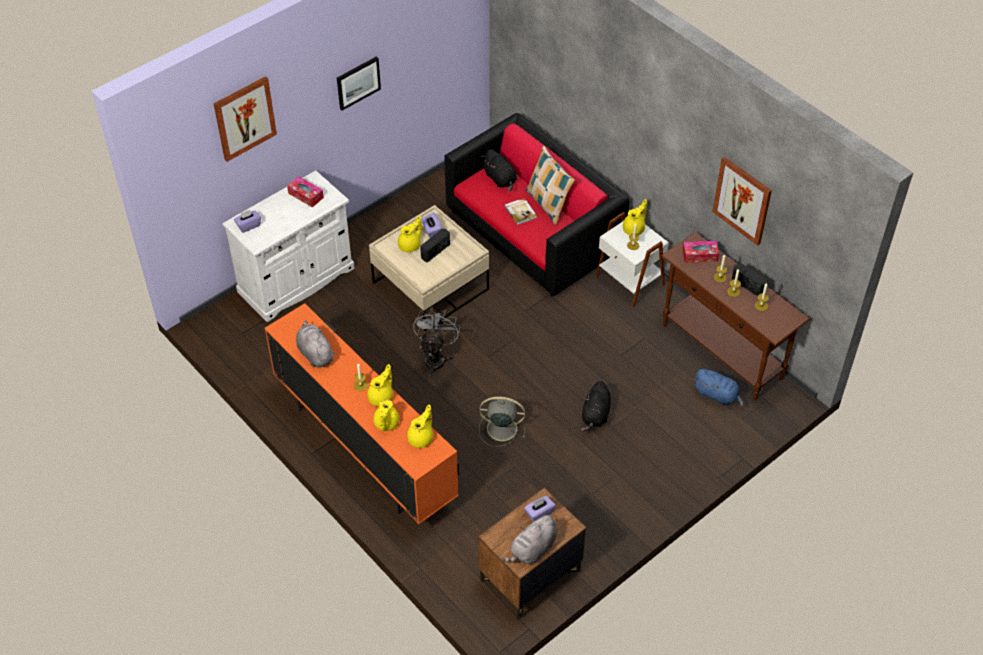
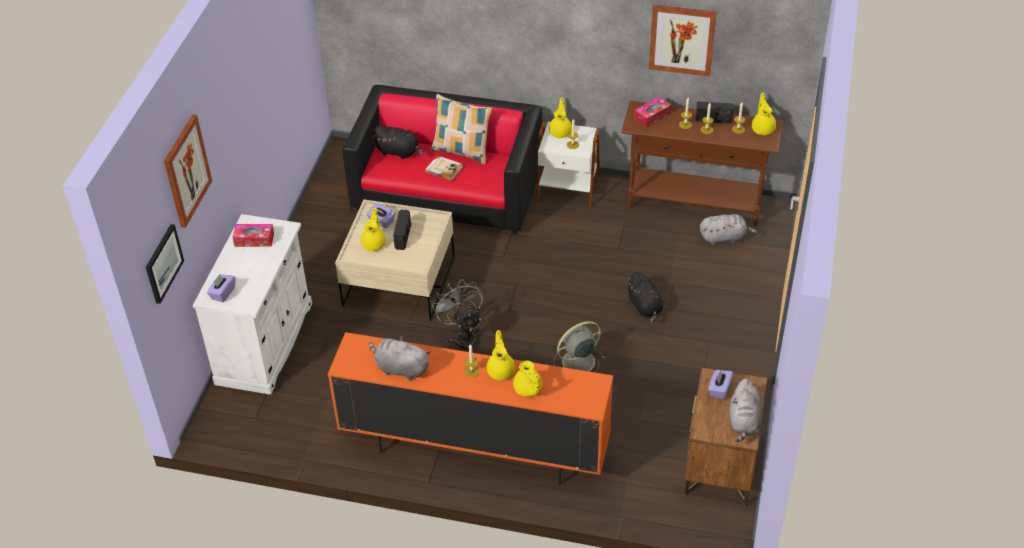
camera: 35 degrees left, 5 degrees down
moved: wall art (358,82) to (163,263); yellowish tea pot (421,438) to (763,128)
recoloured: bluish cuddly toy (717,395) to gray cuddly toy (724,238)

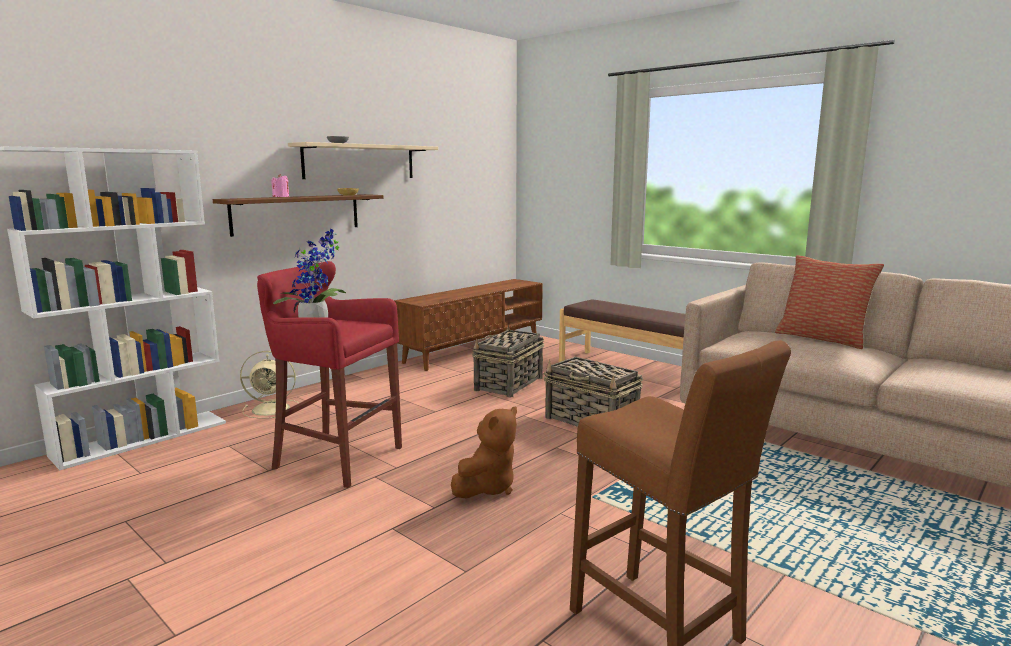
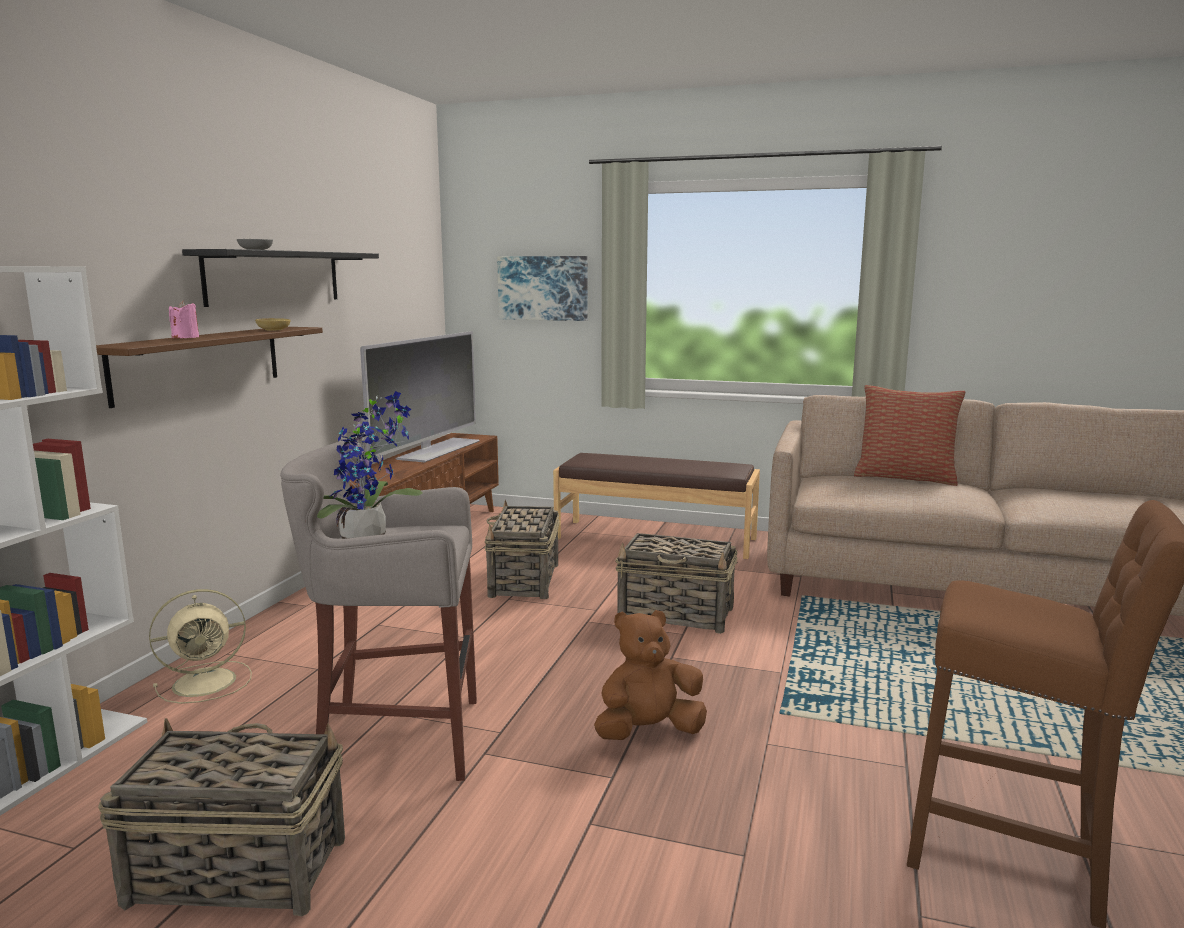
camera: 25 degrees left, 0 degrees up
added: household basket (235,870); TV set (437,450); wall art (543,288)
recoloured: beige bracket shelf (360,161) to black bracket shelf (275,277); reddish stool (335,458) to gray stool (395,739)
turned: brownish cuddly toy (487,487) = (648,732) 120 degrees counterclockwise

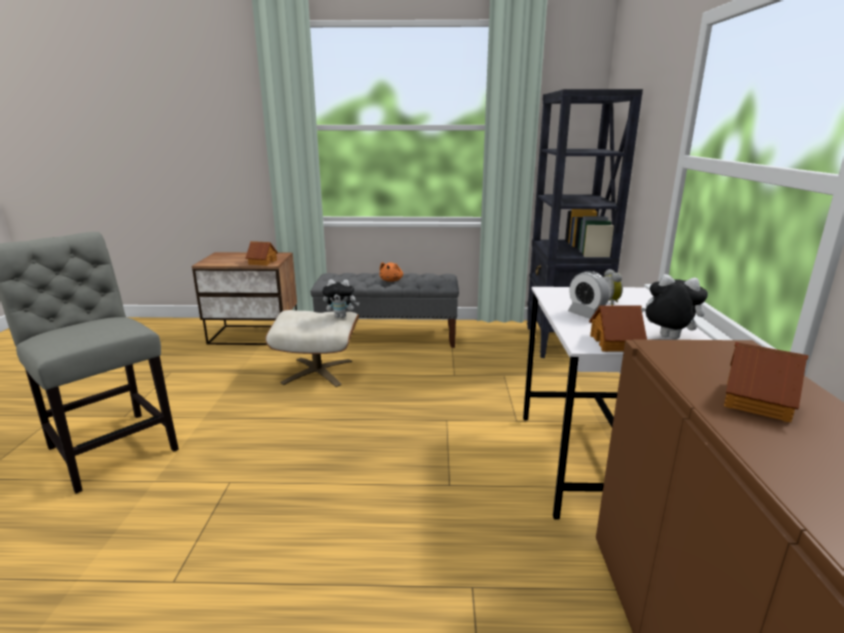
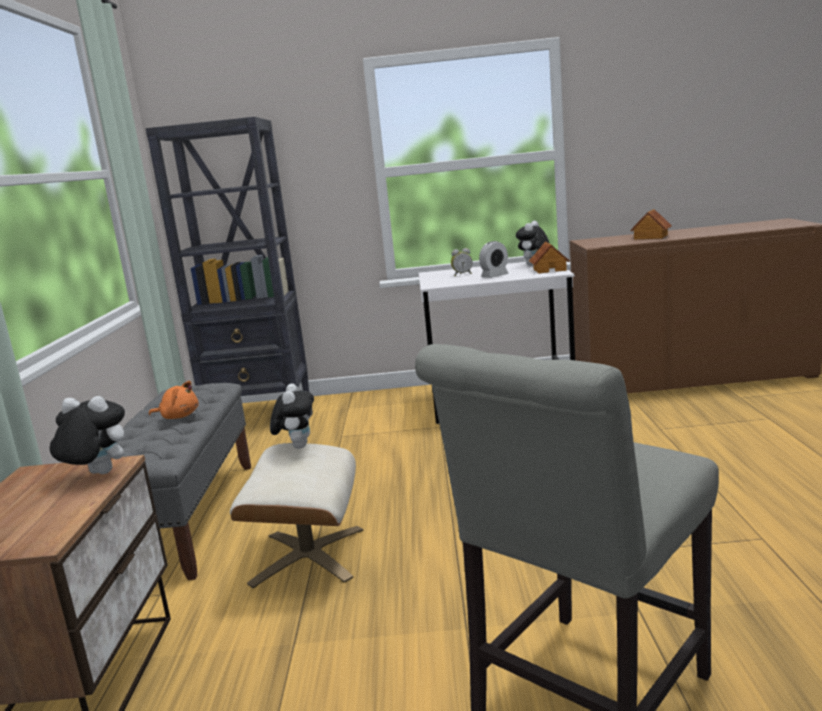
camera: 90 degrees left, 5 degrees down
replaced: model house (262,262) to cuddly toy (97,474)

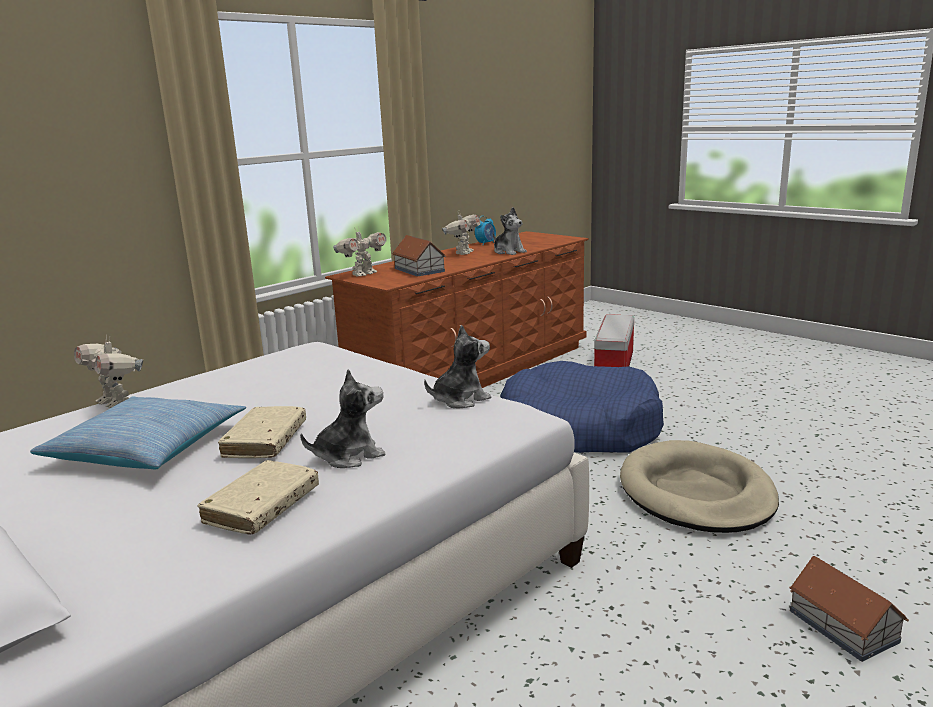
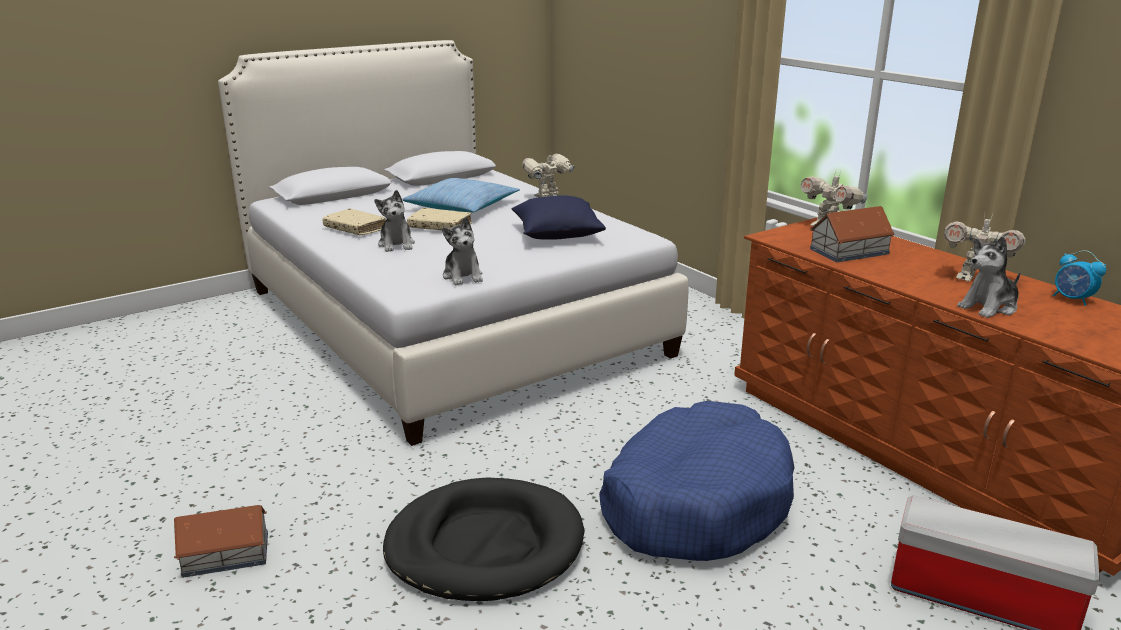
camera: 100 degrees right, 5 degrees up
added: bluish throw pillow (557,235)
recoloured: beige pet bed (696,493) to black pet bed (485,545)

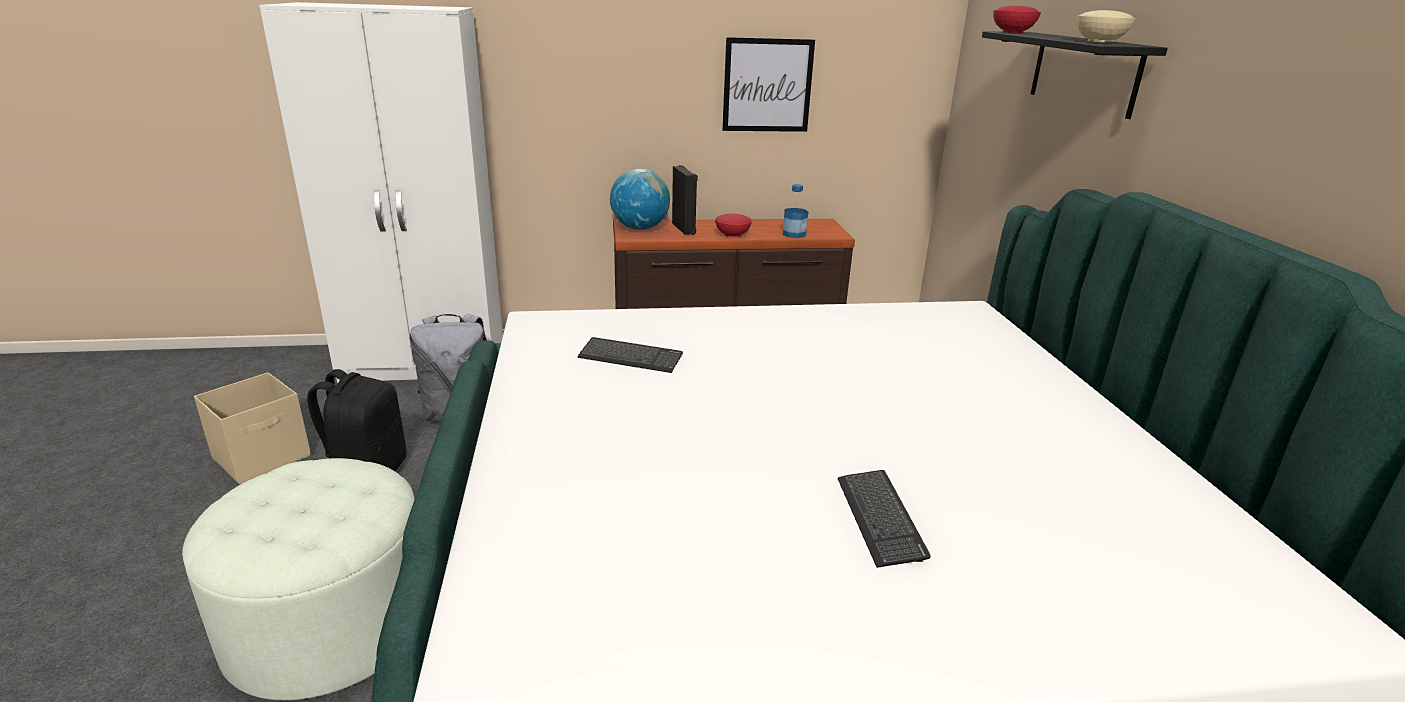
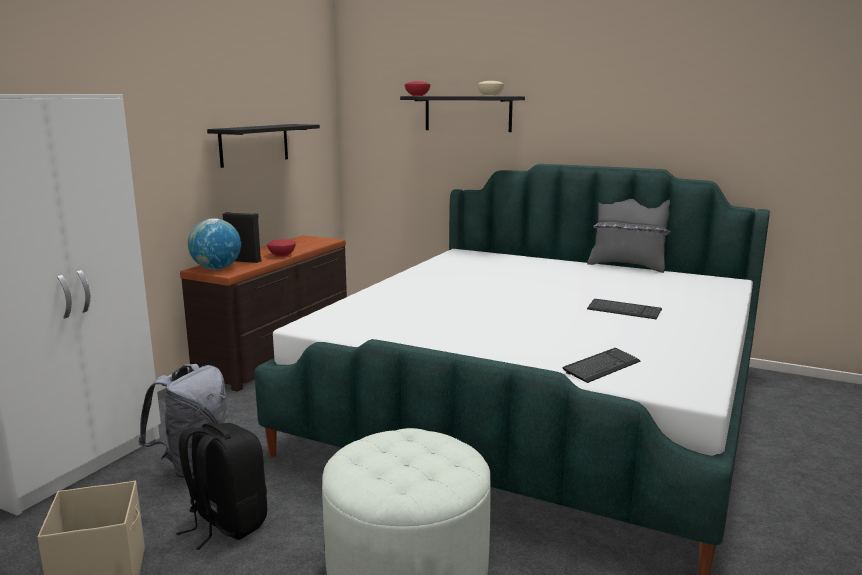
camera: 55 degrees left, 10 degrees down
removed: beverage bottle (794,234)
added: gray throw pillow (627,266)
moved: computer keyboard (630,357) to (601,367)
replaced: wall art (767,85) to black bracket shelf (254,144)

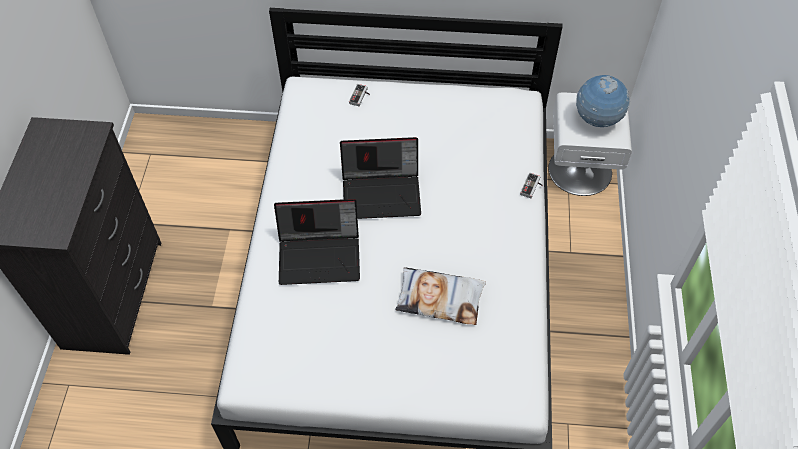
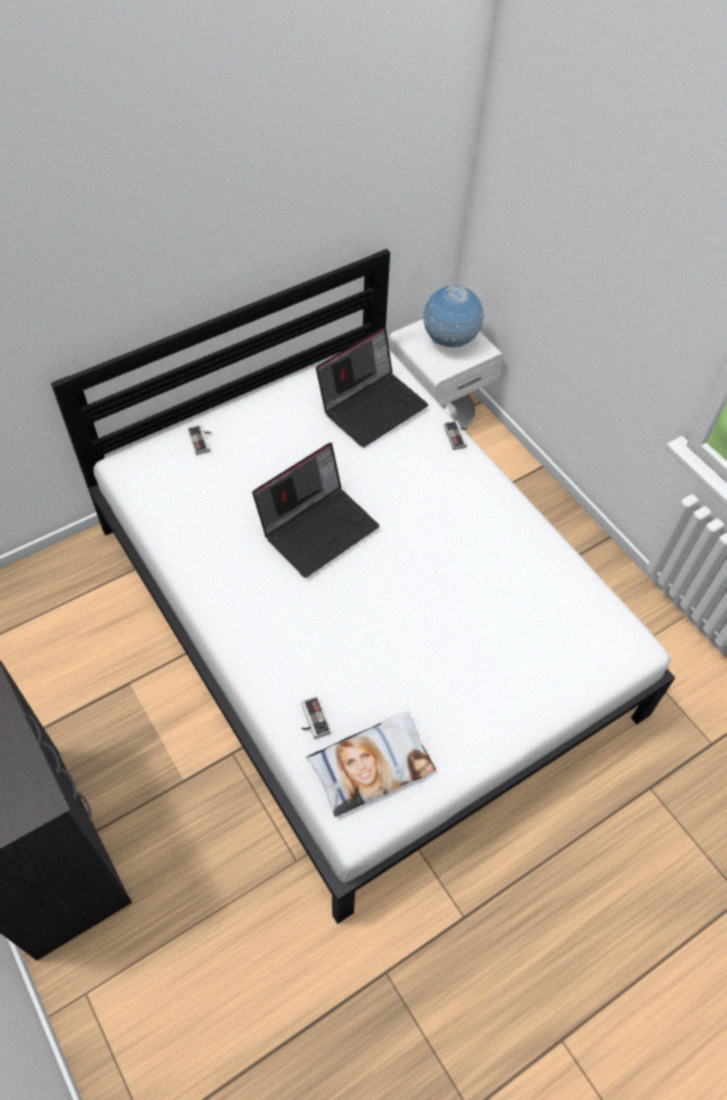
camera: 40 degrees left, 0 degrees up
added: joypad (311,720)
moved: throw pillow (440,298) to (371,765); portable computer (320,255) to (373,406)

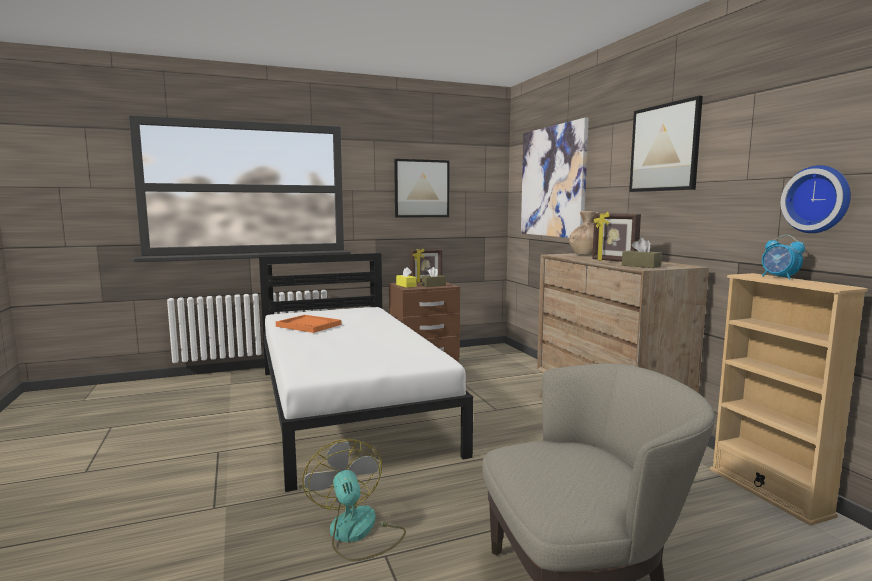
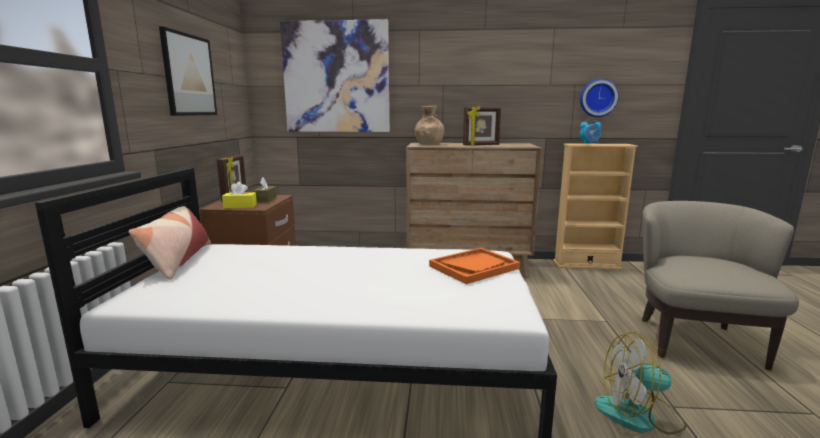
camera: 65 degrees left, 5 degrees up
removed: brownish box of tissues (641,266); wall art (664,148)
added: throw pillow (178,261)
moved: orange tray (309,325) to (474,267)

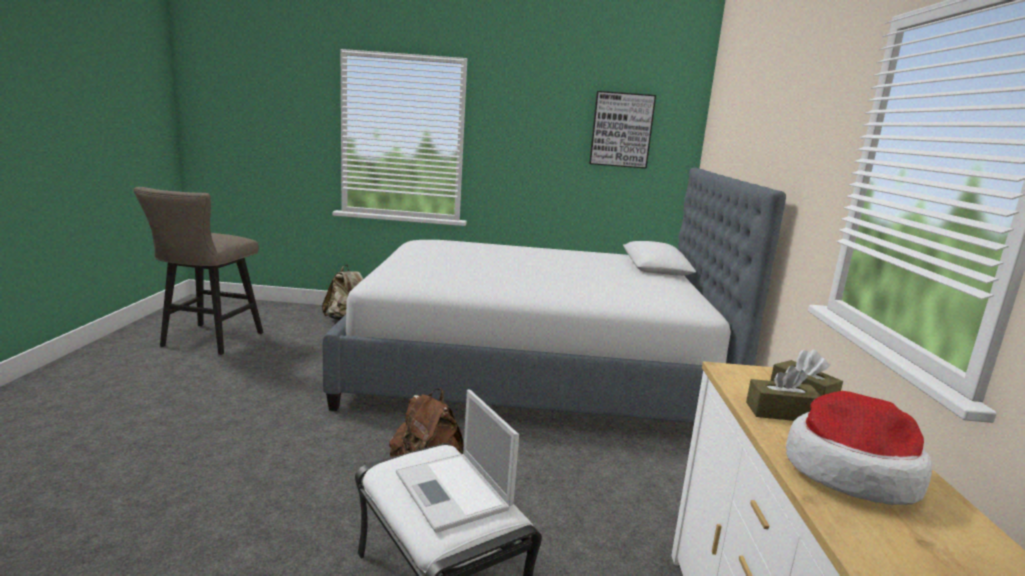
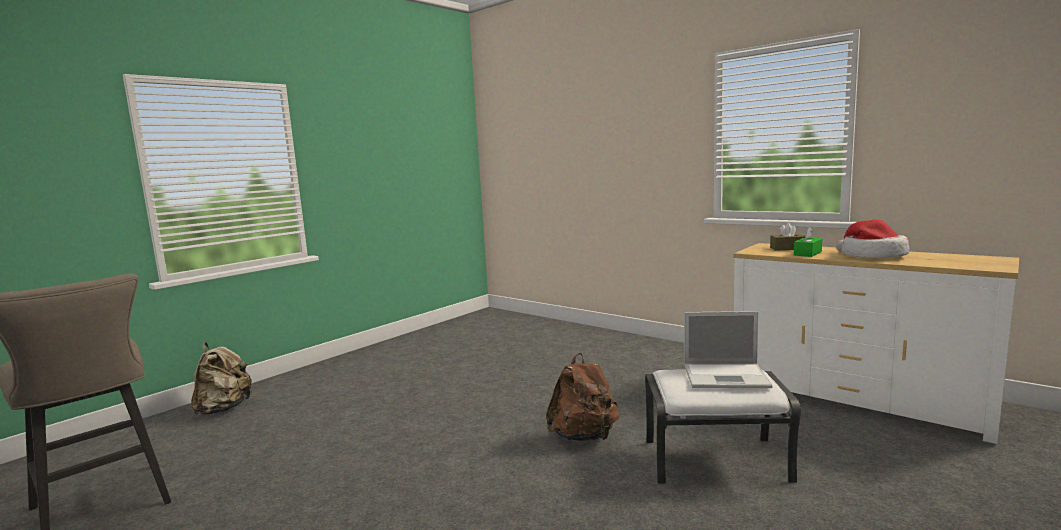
camera: 50 degrees left, 5 degrees down
removed: bedroom bed (532,370); wall art (621,130)
recoloured: brownish box of tissues (781,412) to greenish box of tissues (807,253)

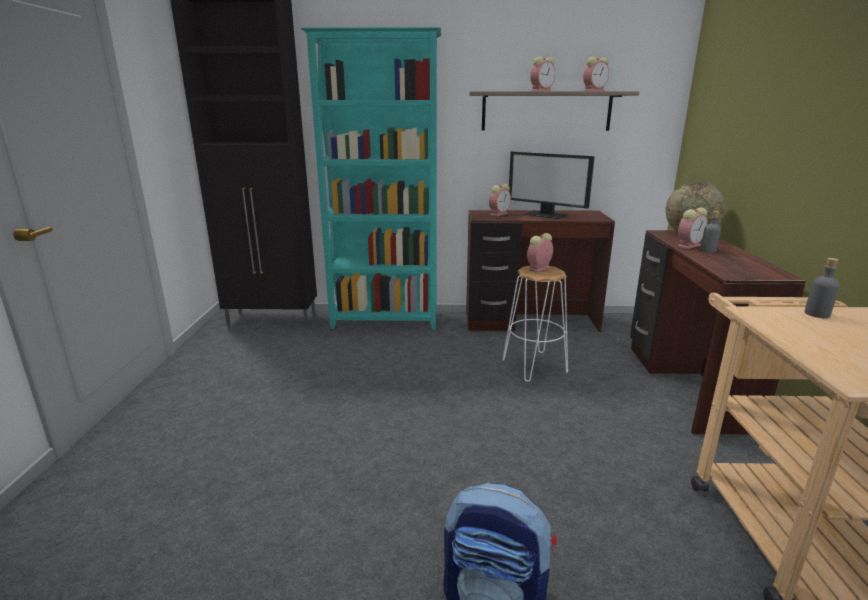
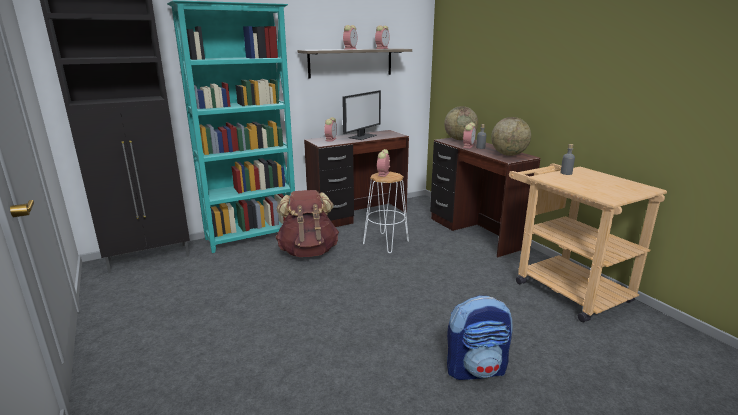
camera: 30 degrees left, 0 degrees up
added: brownish rucksack (308,251); world globe (508,155)
turned: computer screen (546,214) = (362,136) 60 degrees counterclockwise

